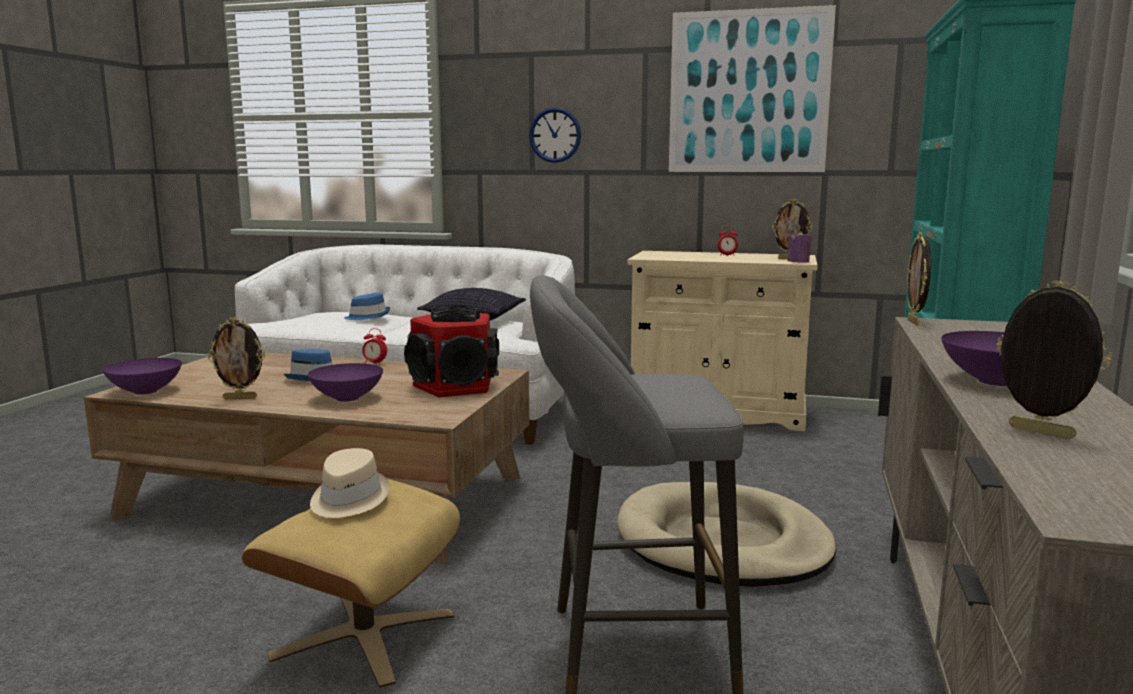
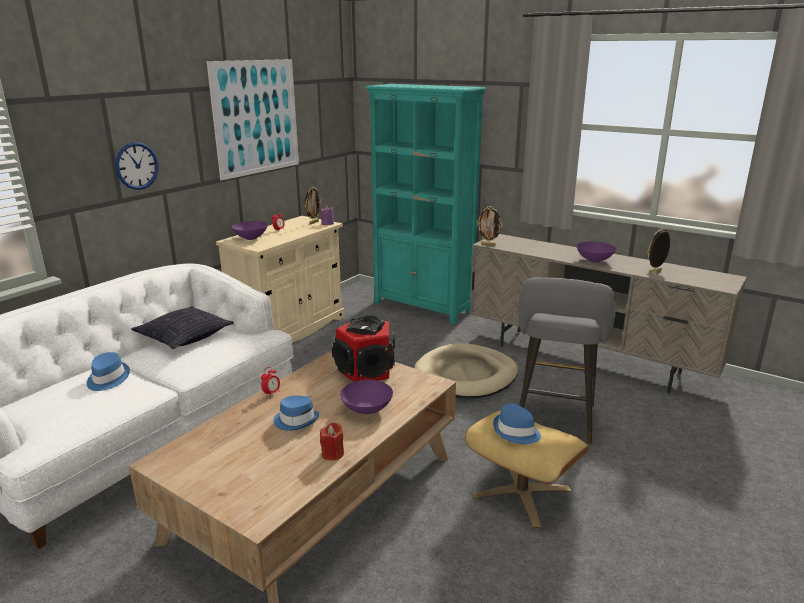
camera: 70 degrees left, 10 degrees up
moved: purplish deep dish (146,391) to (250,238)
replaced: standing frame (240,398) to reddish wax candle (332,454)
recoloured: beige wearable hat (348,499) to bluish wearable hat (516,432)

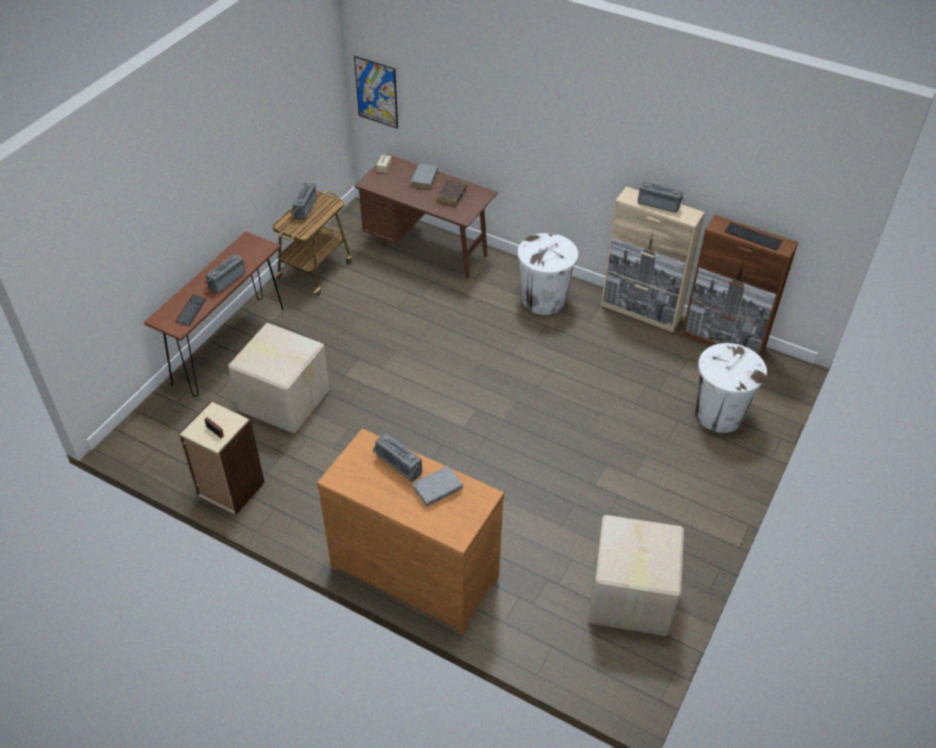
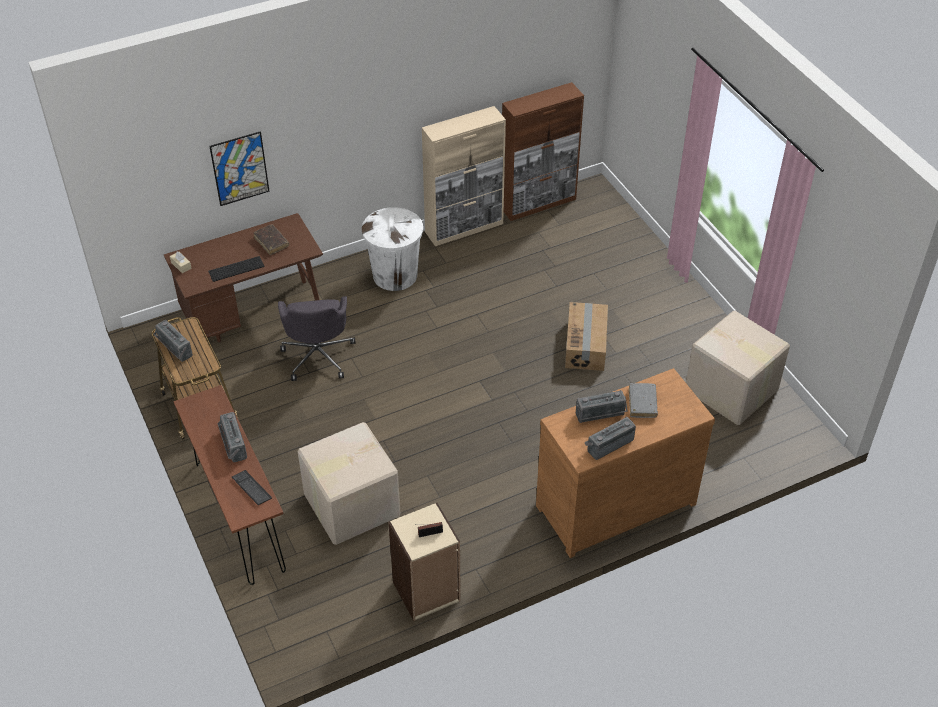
camera: 55 degrees left, 0 degrees up
removed: gray volume (424,179); white waste bin (718,414)
added: gray desk chair (318,355); carton (586,345)
moved: computer keyboard (754,236) to (236,268); wall art (376,92) to (240,168); radio (659,203) to (608,444)

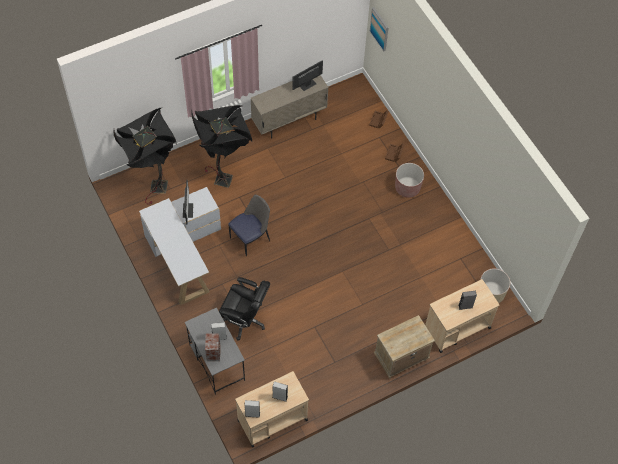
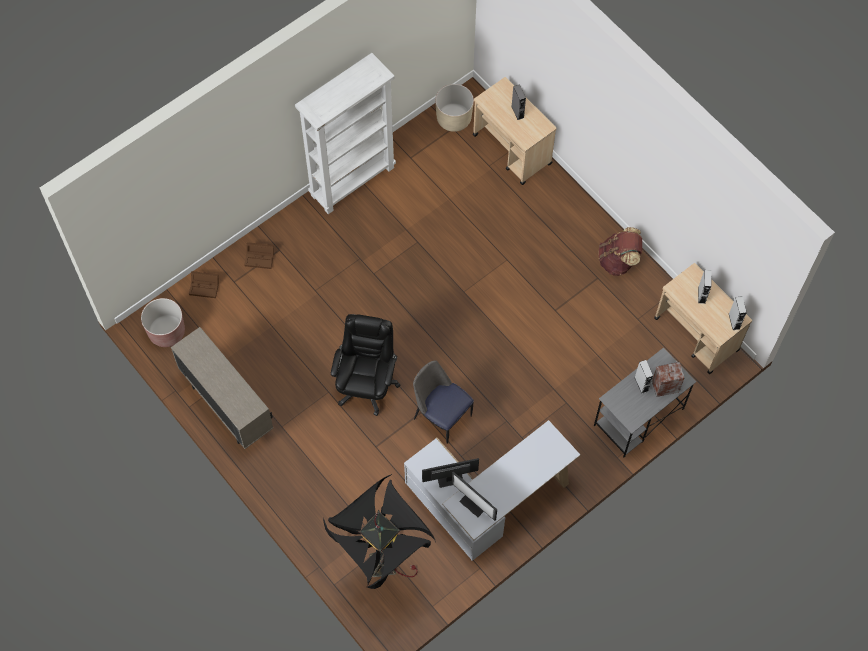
camera: 100 degrees left, 5 degrees up
removed: black standing lamp (225,175); wall art (379,29); beige bedside table (400,358)
added: white shelving unit (352,180); brownish rucksack (618,261)
moved: brownish flower pot (407,188) to (167,332); black desk chair (244,319) to (366,384); computer screen (307,84) to (474,504)

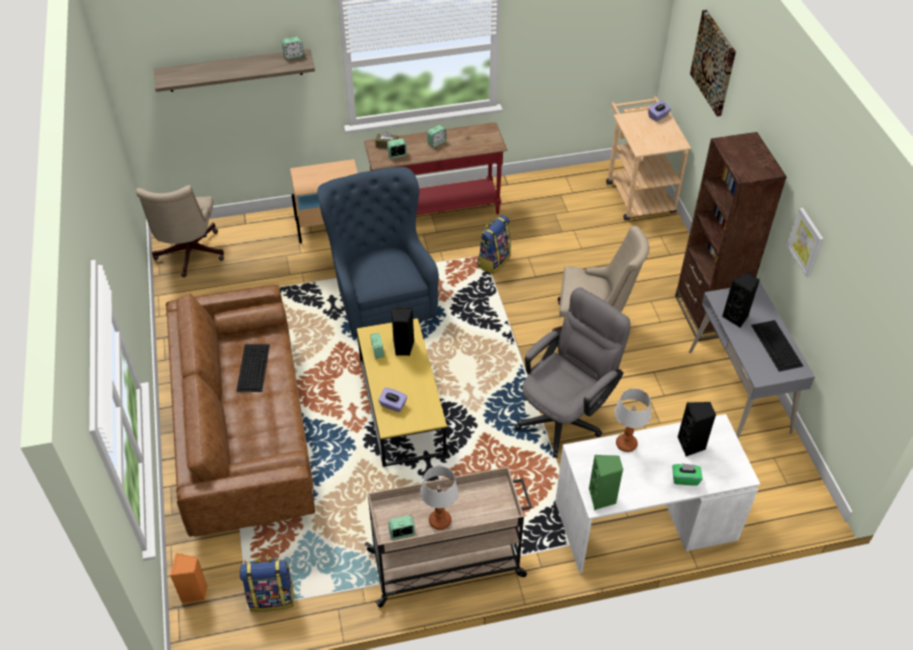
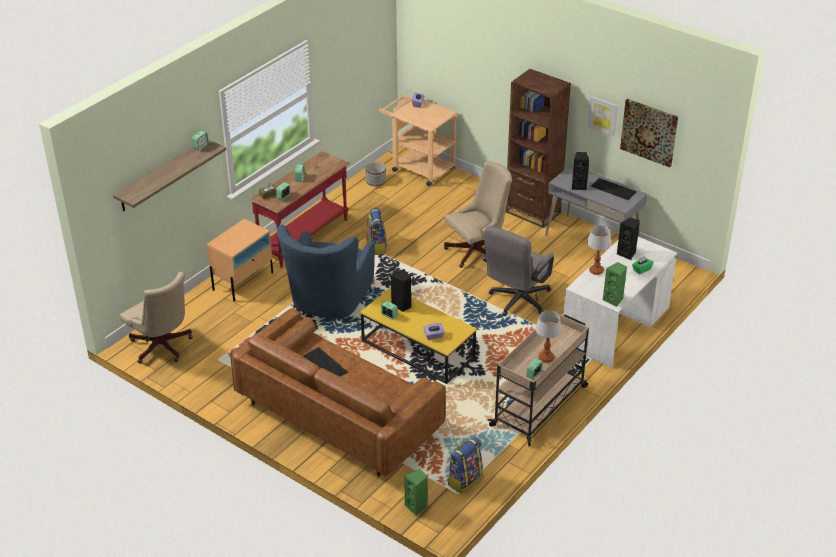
camera: 40 degrees left, 10 degrees down
added: flower pot (376,182)
moved: wall art (714,63) to (649,132)
recoloured: orange loudspeaker (194,593) to greenish loudspeaker (417,507)
turned: bluish easy chair (381,294) = (328,300) 105 degrees counterclockwise; gray desk chair (565,416) = (516,302) 150 degrees counterclockwise

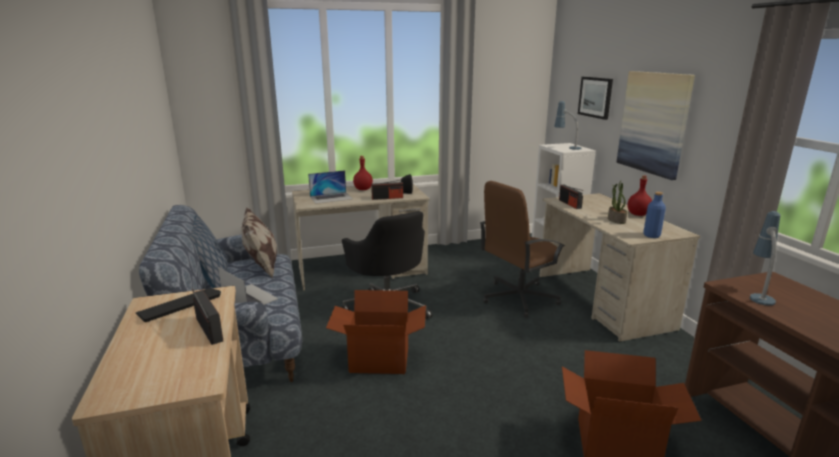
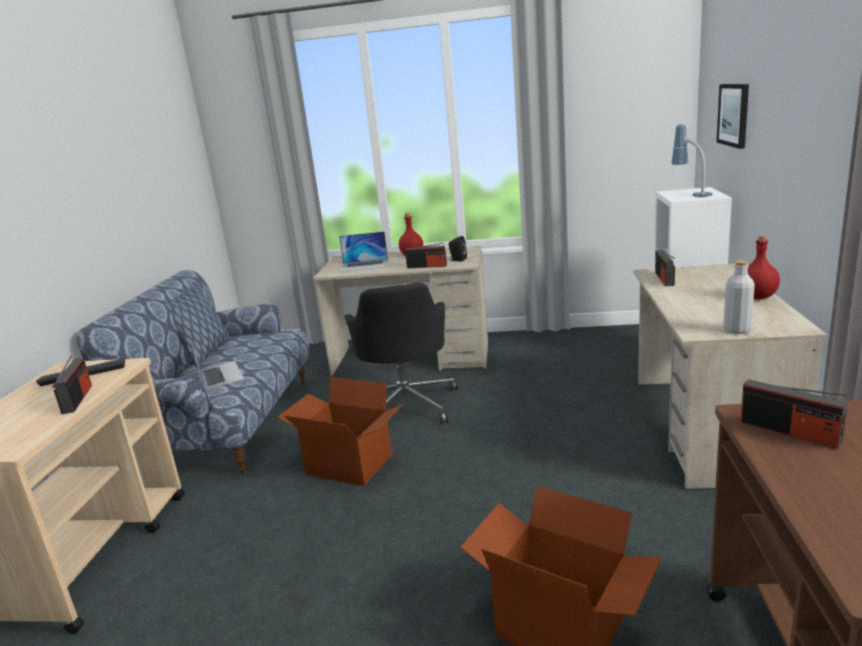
camera: 25 degrees right, 0 degrees up
removed: throw pillow (262,268); brownish desk chair (518,298); potted plant (616,220); wall art (654,123)
replaced: table lamp (759,293) to radio (789,431)
recoloured: bluish beverage bottle (651,235) to gray beverage bottle (737,330)

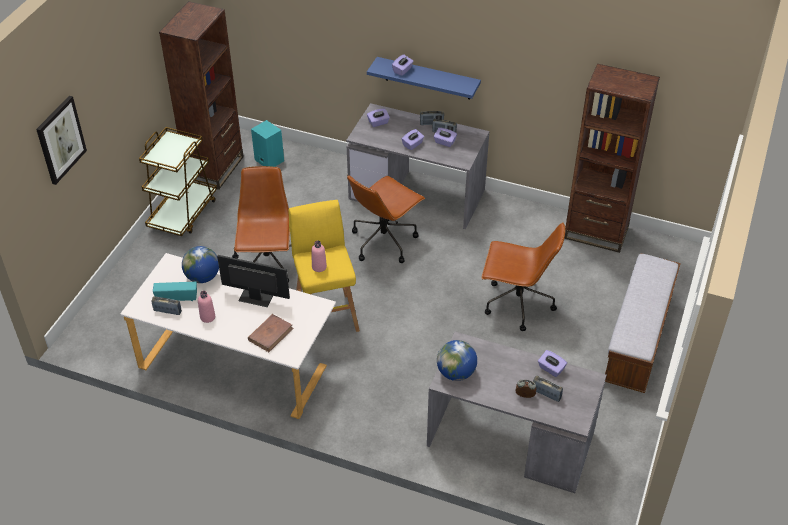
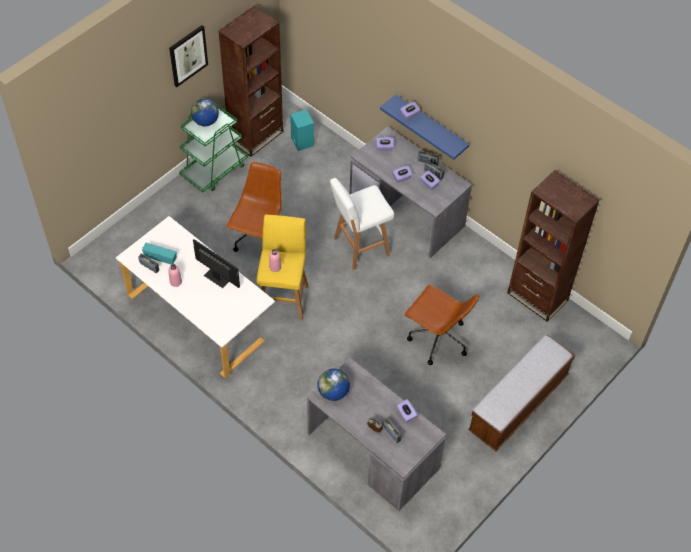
camera: 20 degrees right, 10 degrees up
removed: brownish volume (270,334)
moved: wall art (60,139) to (188,55); world globe (202,277) to (205,121)
replaced: brownish desk chair (384,241) to white stool (359,247)
recoloured: brownish wheeled cart (183,213) to greenish wheeled cart (214,170)

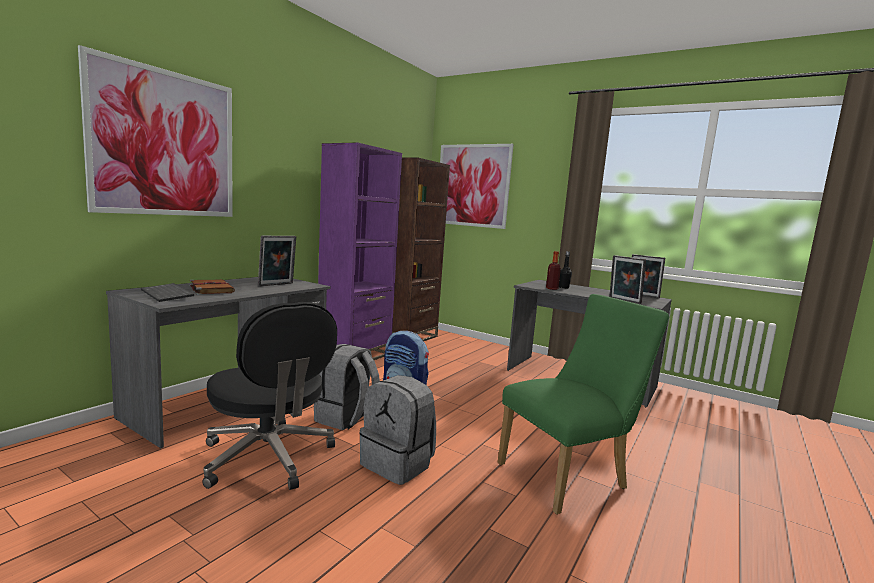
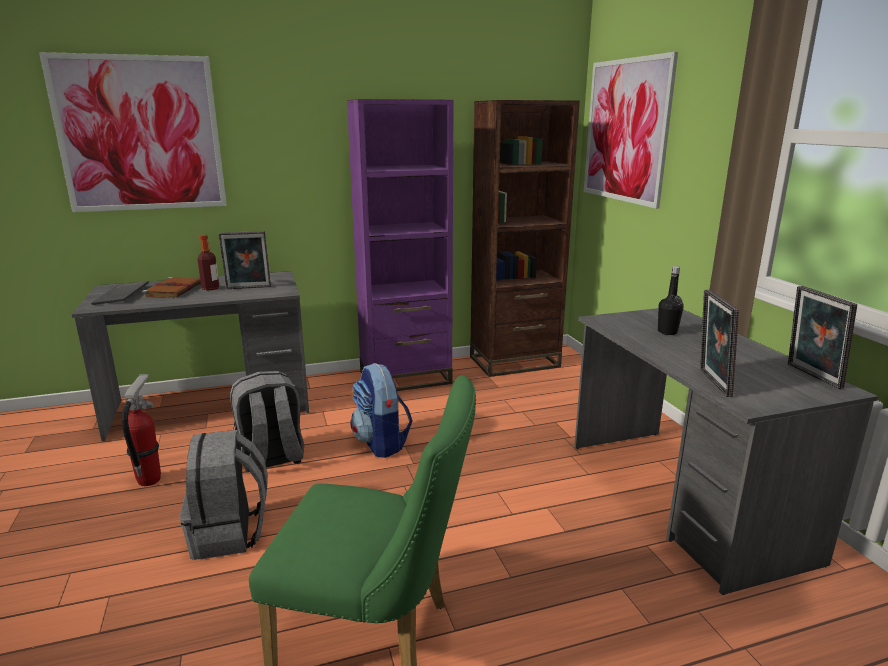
camera: 40 degrees right, 10 degrees up
moved: beverage bottle (552,288) to (210,288)
replaced: black desk chair (268,457) to fire extinguisher (149,480)

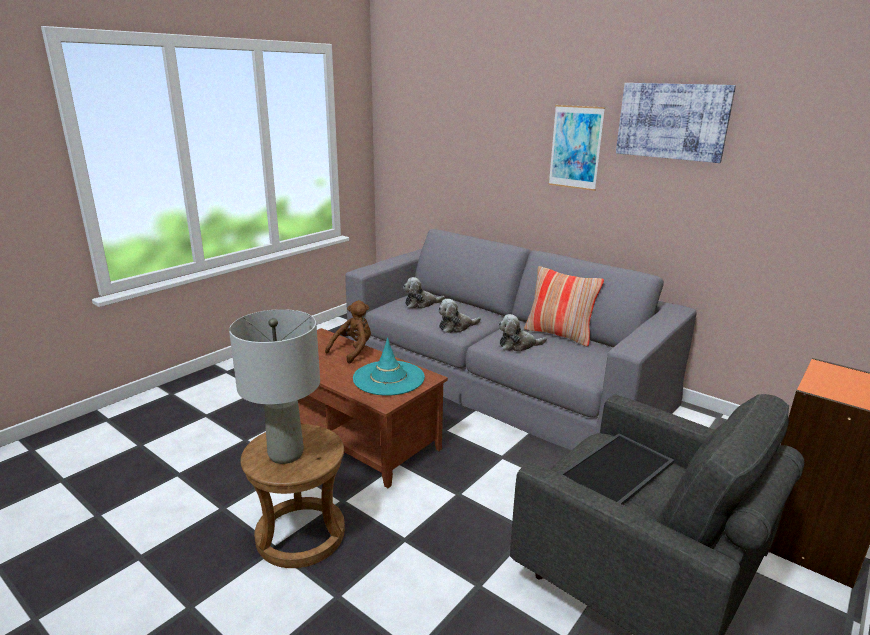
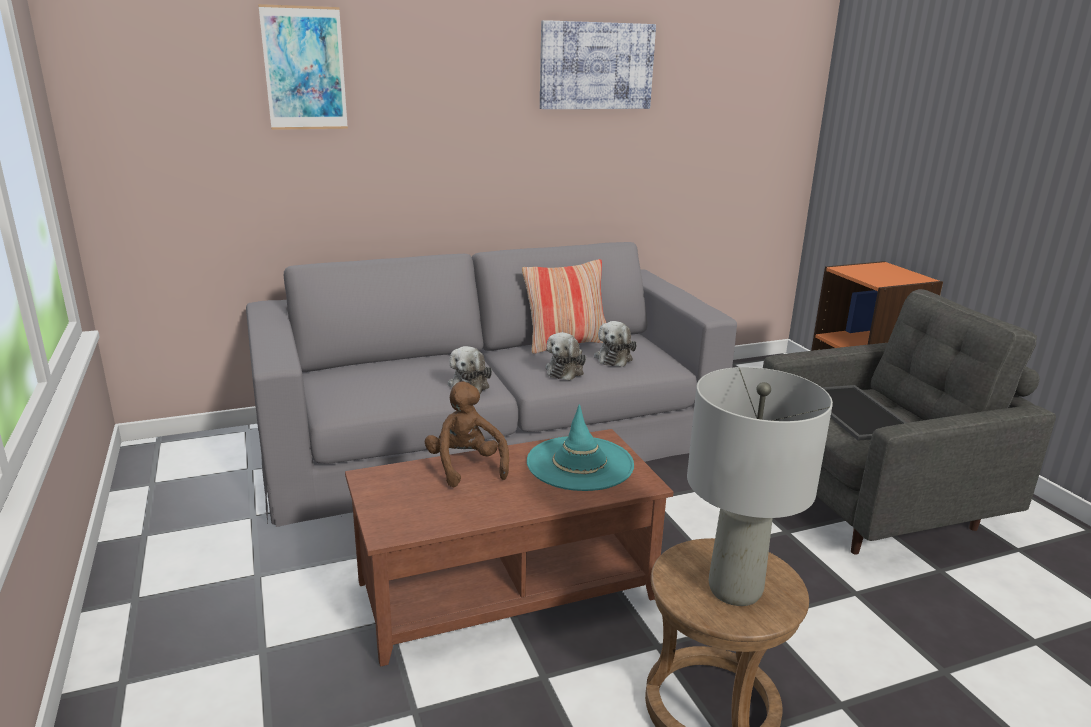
camera: 60 degrees left, 0 degrees up
moved: wall art (575,147) to (304,69); cuddly toy (421,304) to (614,357)

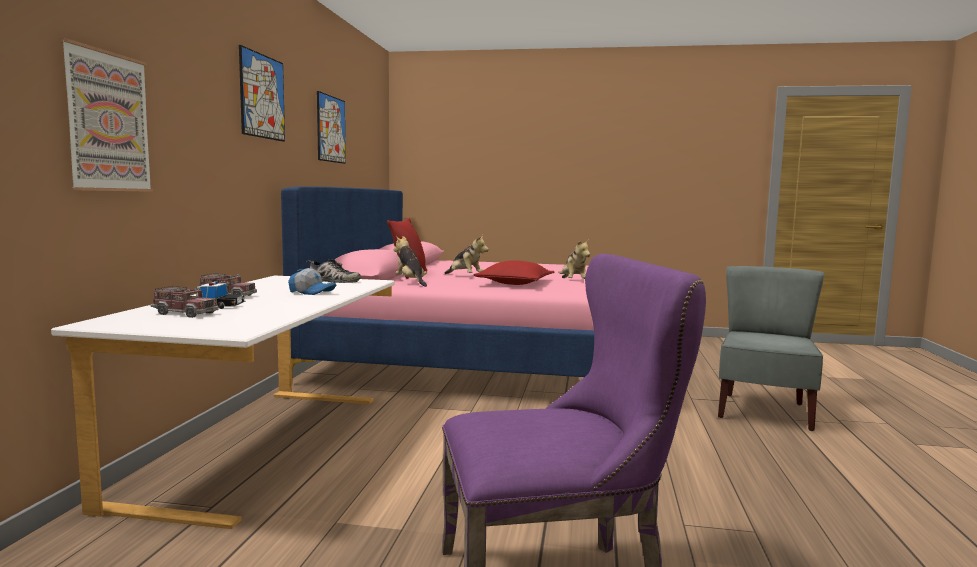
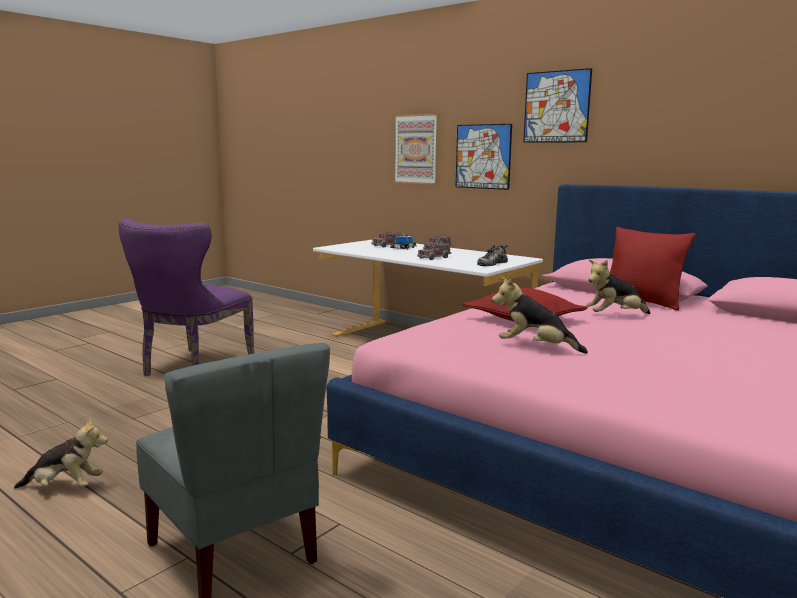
camera: 120 degrees right, 5 degrees up
moved: cuddly toy (410,282) to (65,487); wall art (331,129) to (483,156)
replaced: baseball cap (312,292) to toy lorry (434,257)

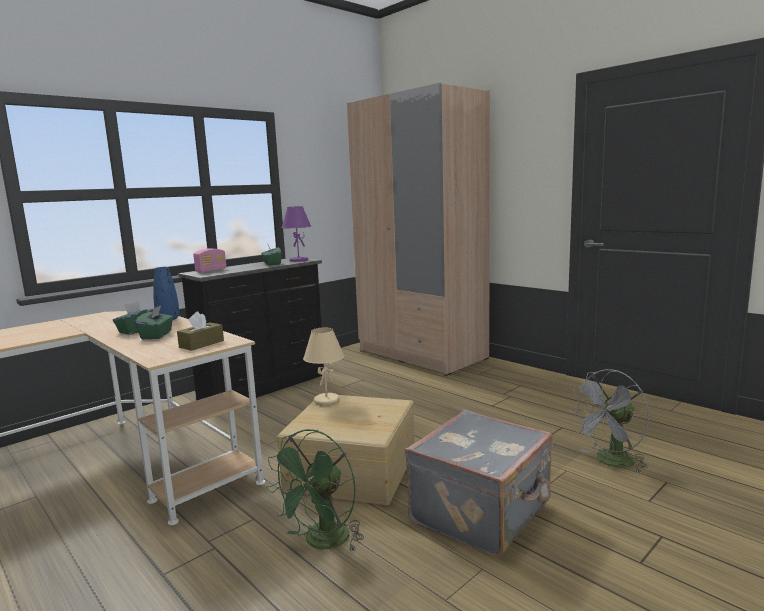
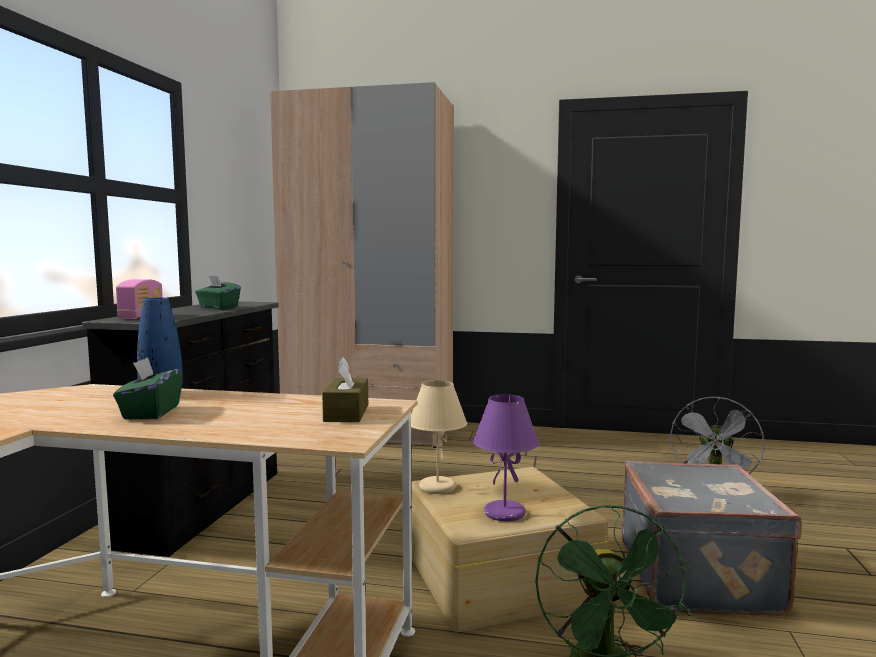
camera: 35 degrees left, 5 degrees down
removed: greenish box of tissues (157,335)
moved: purplish table lamp (298,260) to (504,514)

